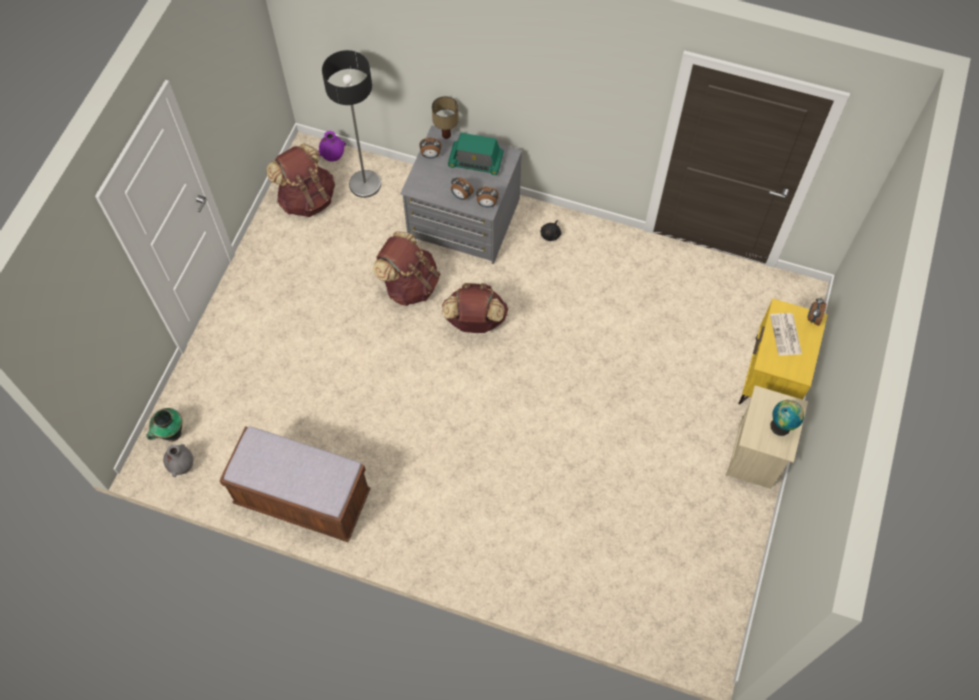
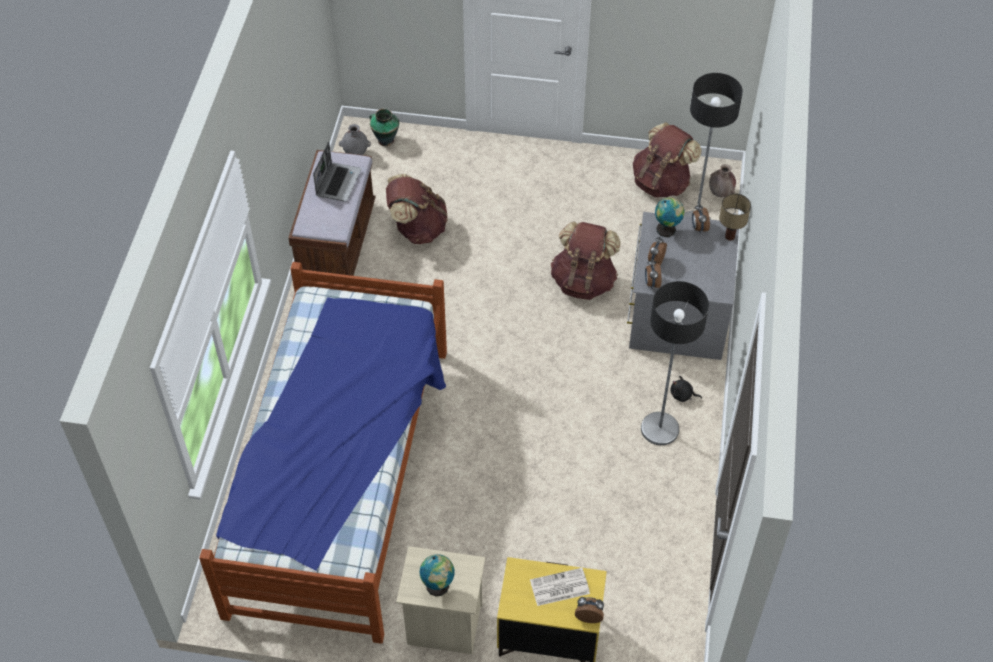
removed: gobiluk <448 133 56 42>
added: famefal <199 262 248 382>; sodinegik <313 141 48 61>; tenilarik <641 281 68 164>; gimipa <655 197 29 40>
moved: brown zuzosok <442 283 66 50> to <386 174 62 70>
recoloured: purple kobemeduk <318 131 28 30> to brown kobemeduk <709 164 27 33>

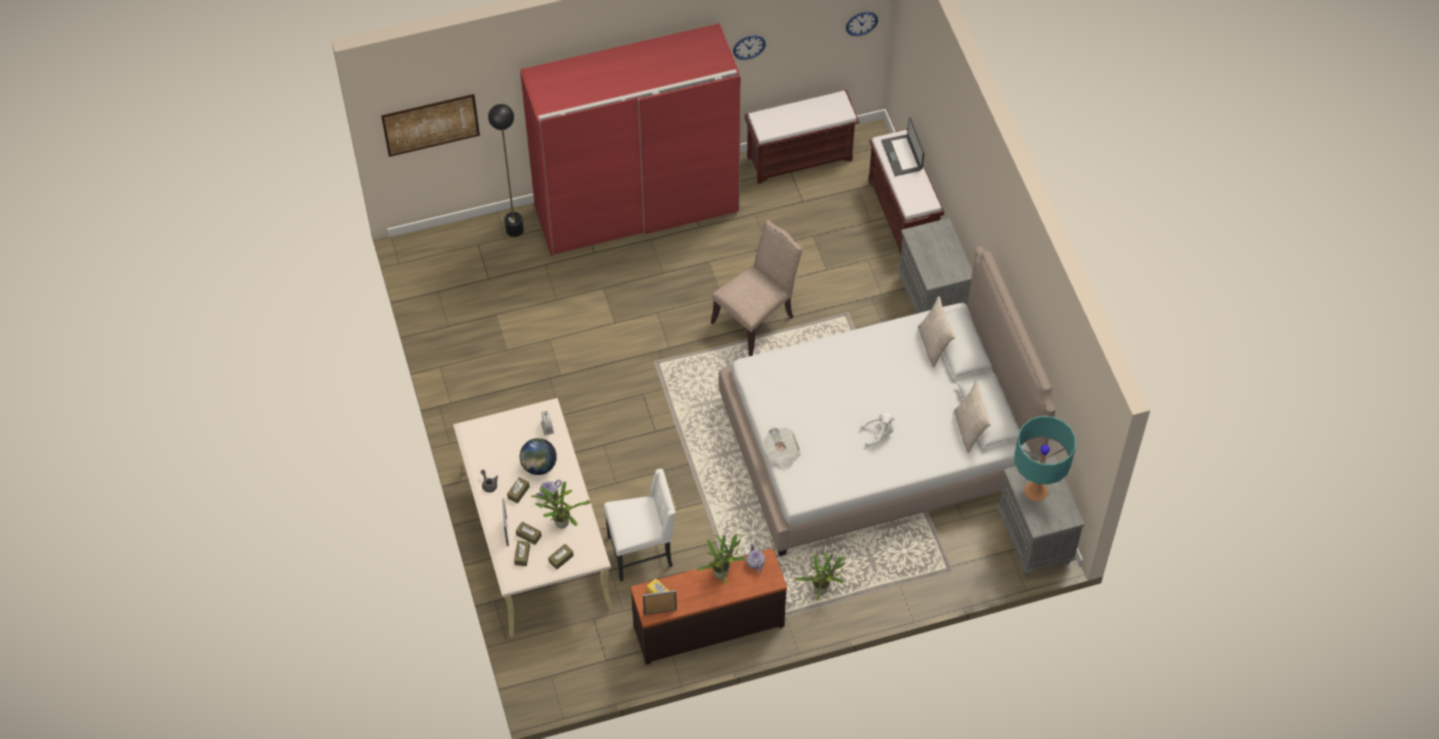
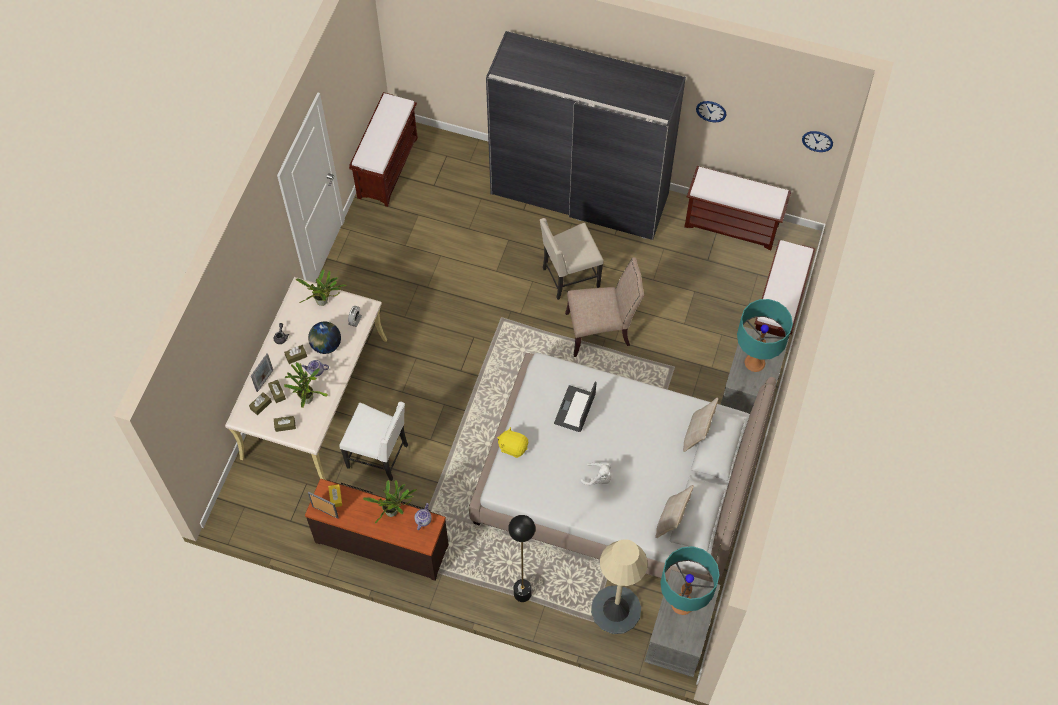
removed: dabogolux <381 94 99 63>
added: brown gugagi <349 92 69 115>; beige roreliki <540 218 64 82>; beige tenilarik <591 539 57 95>; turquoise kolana <737 299 56 73>
moved: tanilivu <795 552 51 48> to <296 269 51 37>; black tenilarik <488 104 36 133> to <508 515 27 87>; sodinegik <881 117 44 59> to <554 382 43 50>
replaced: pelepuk <763 427 38 43> to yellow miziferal <497 427 31 31>
recoloured: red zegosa <520 23 221 233> to grey zegosa <486 31 200 209>

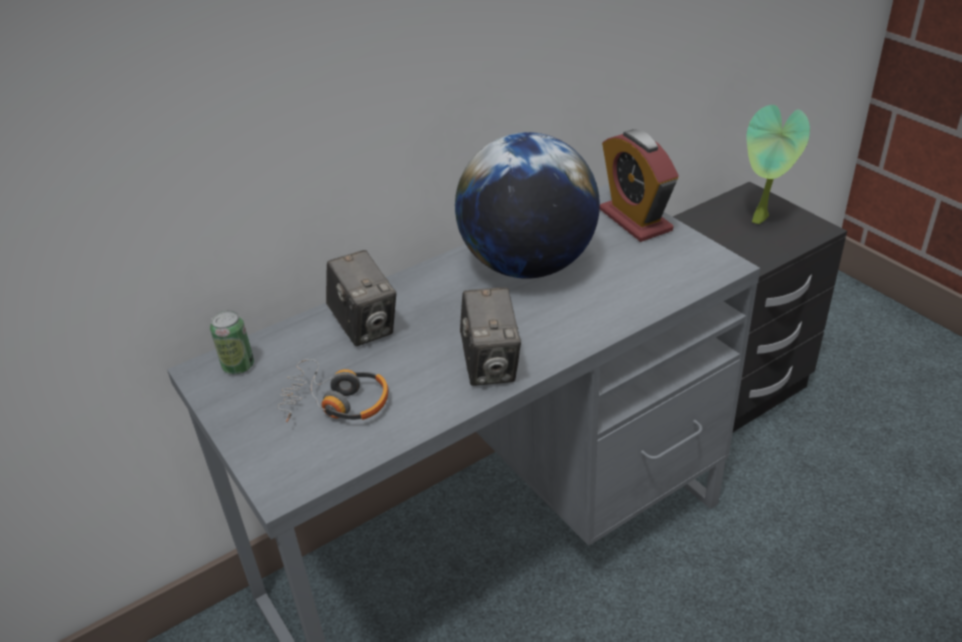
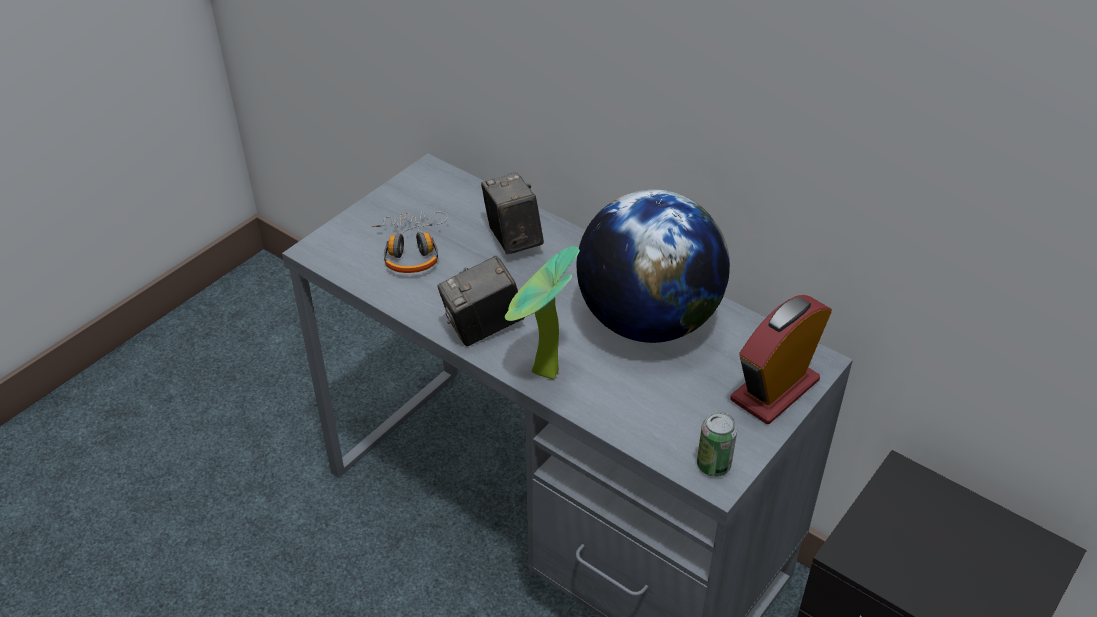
moved: tanilivu <747 105 63 119> to <505 246 75 133>; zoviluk <210 310 44 64> to <697 412 40 65>
turned: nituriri <326 250 70 96> = <481 172 63 83> 120 degrees clockwise

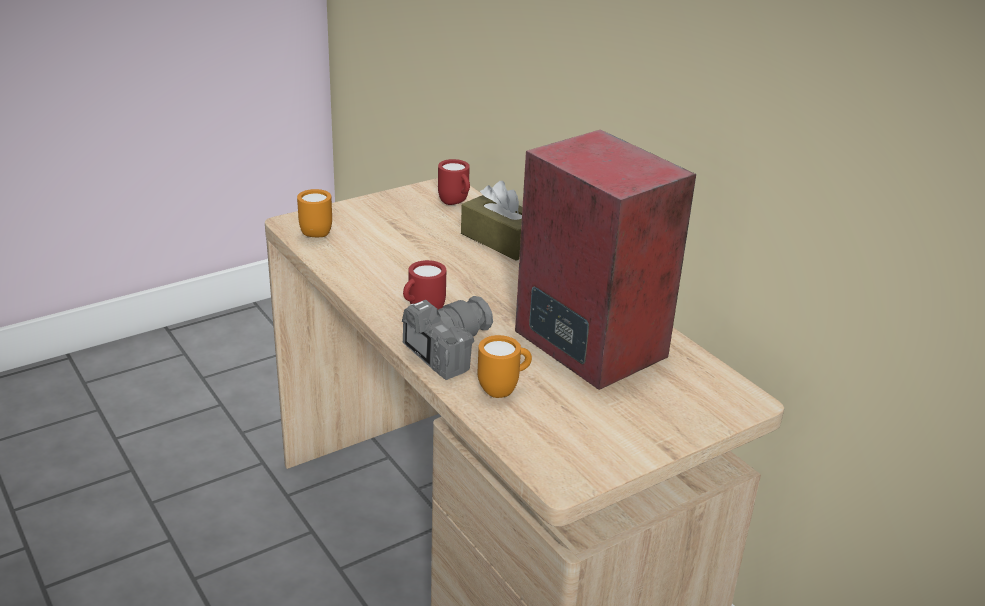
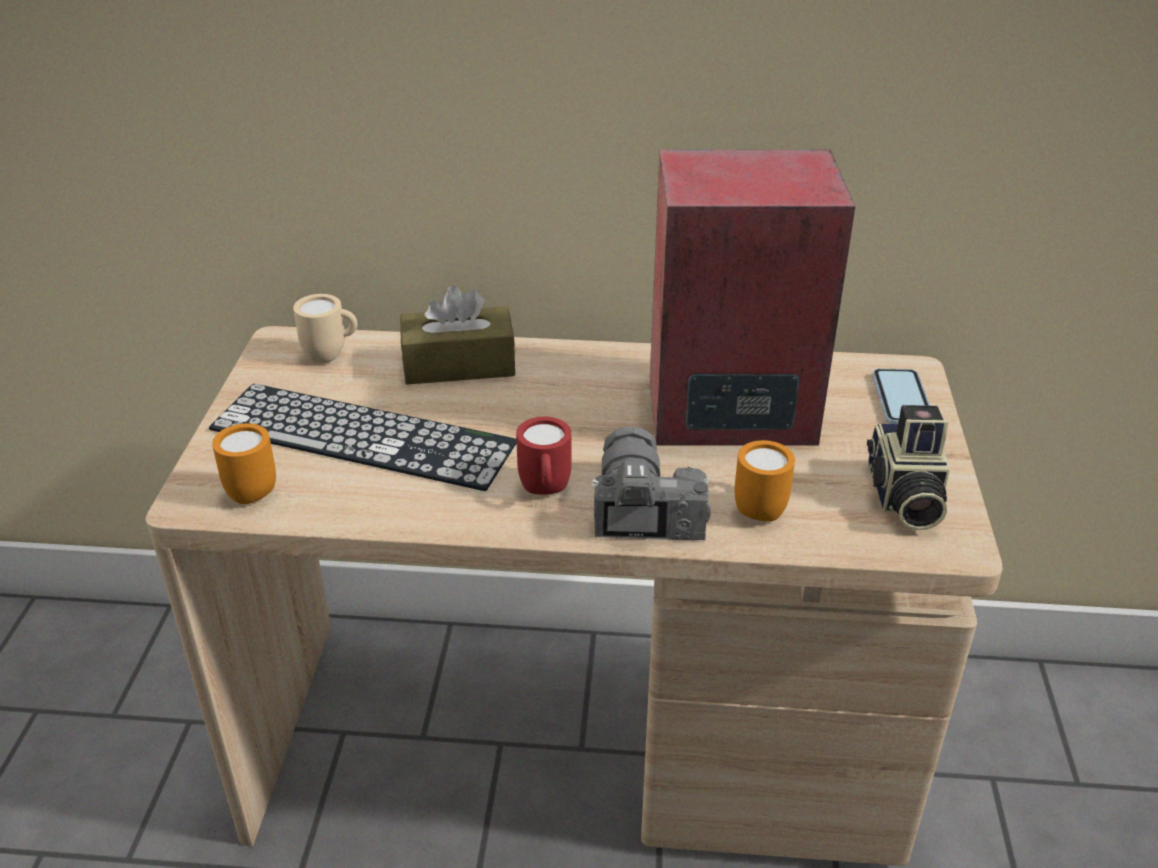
added: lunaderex <209 384 308 107>; nituriri <867 405 83 125>; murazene <872 369 58 55>
recoloured: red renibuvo <438 159 32 46> to beige renibuvo <293 294 65 69>

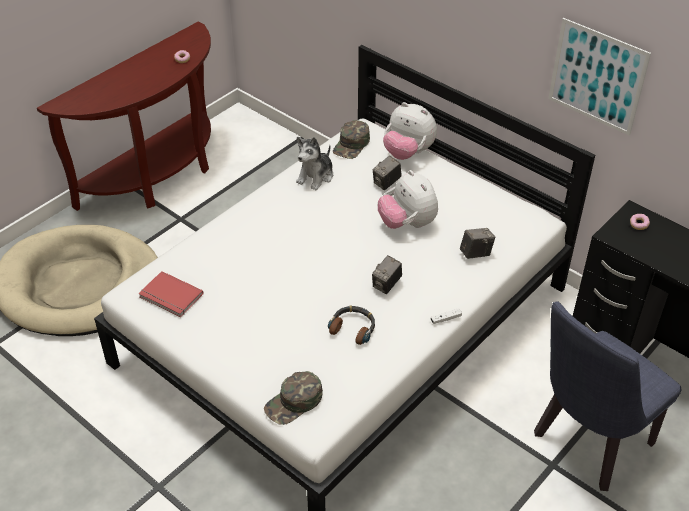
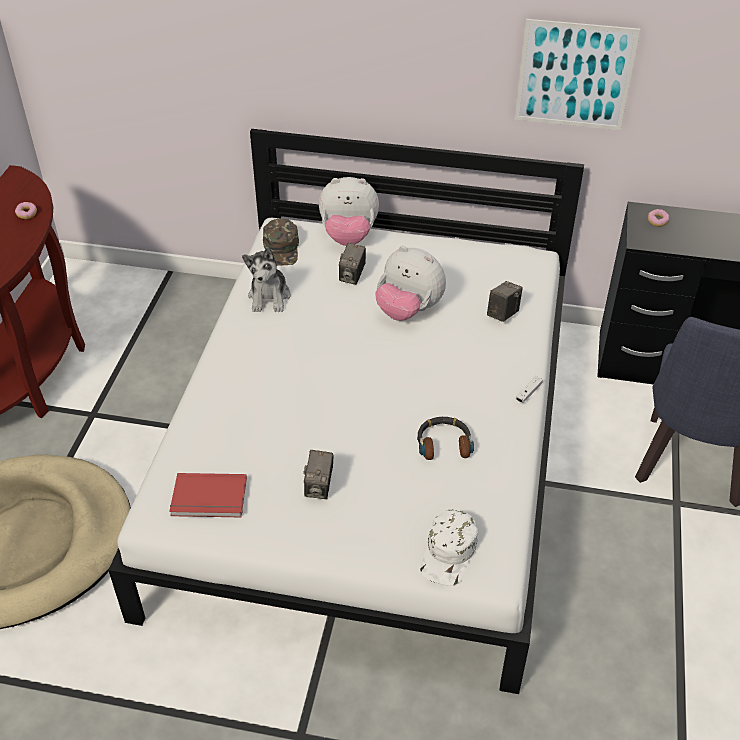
moved: nituriri <372 255 30 39> to <304 450 29 49>
recoloured: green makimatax <264 371 59 54> to white makimatax <420 510 58 76>

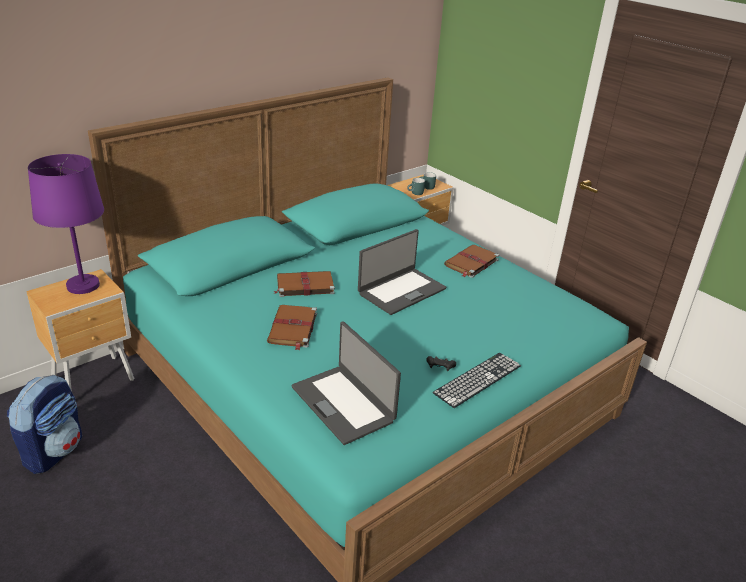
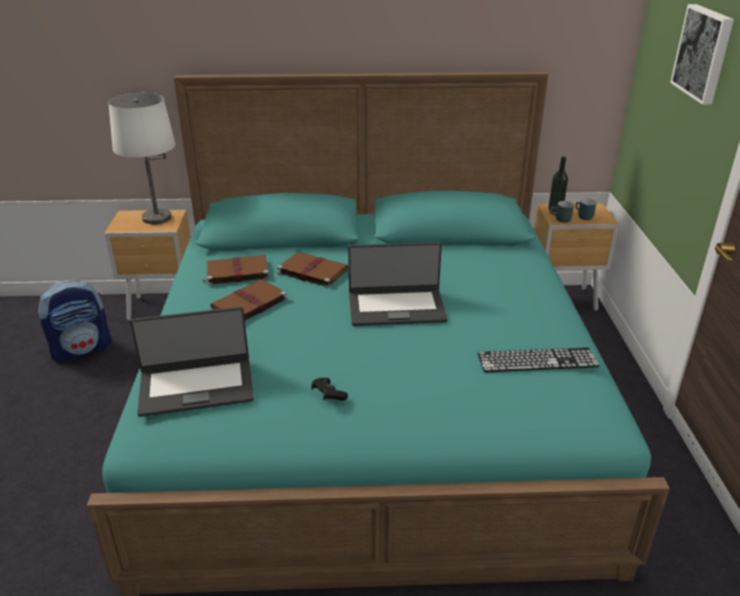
added: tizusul <548 156 20 57>; dabogolux <670 4 64 101>
moved: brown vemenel <444 245 55 33> to <203 255 66 30>; lunaderex <432 353 89 55> to <478 347 122 26>
recoloured: purple kolana <28 154 76 140> to white kolana <108 93 68 131>
turned: sodinegik <291 321 110 124> = <130 307 124 110> 105 degrees counterclockwise

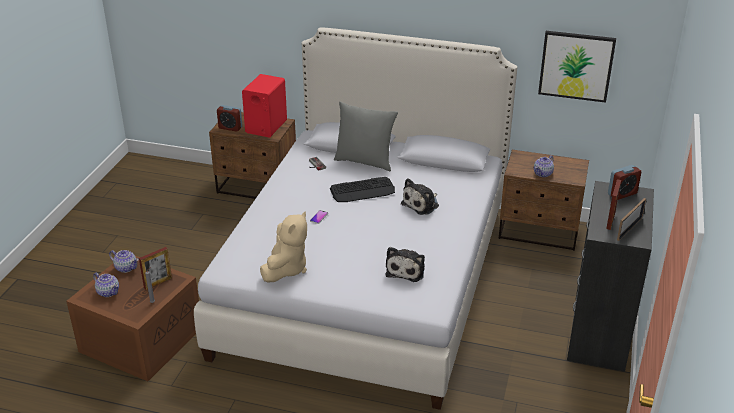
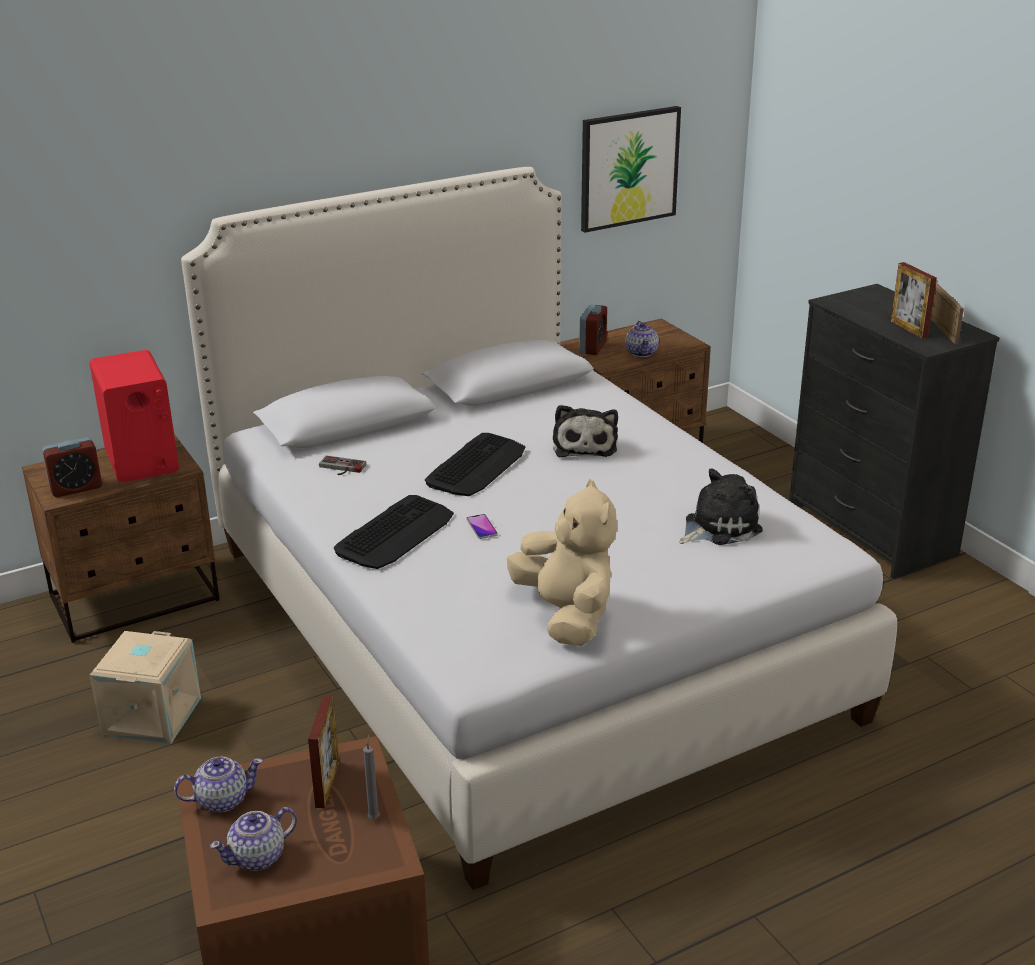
removed: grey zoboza <334 102 64 69>
added: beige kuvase <90 631 111 113>; lunaderex <334 495 120 74>
moved: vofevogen <608 165 33 35> to <579 304 28 51>
turned: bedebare <93 273 26 24> = <210 807 87 64> 150 degrees clockwise; miziferal <385 247 40 35> = <679 468 84 77> 90 degrees counterclockwise

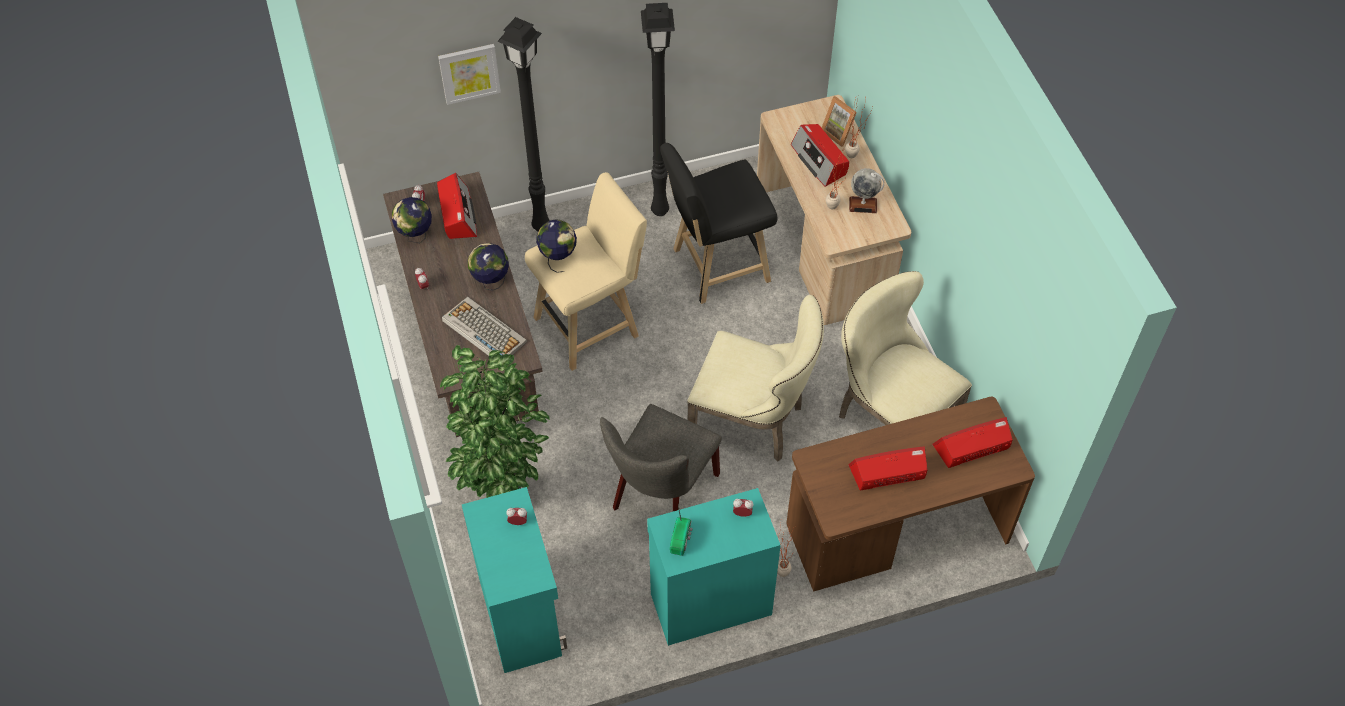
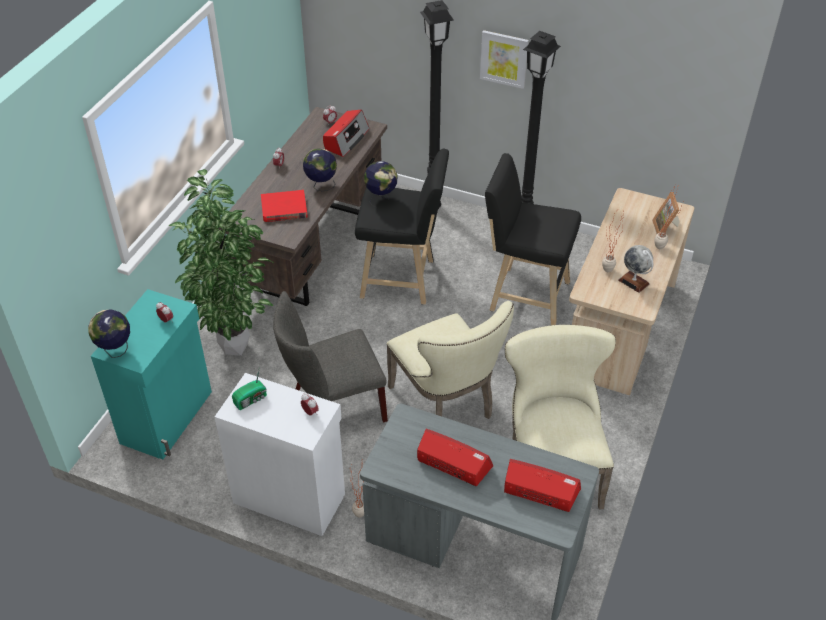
removed: gobiluk <791 124 58 63>
moved: gimipa <392 197 40 46> to <88 309 42 49>; dabogolux <438 44 63 61> to <480 30 49 59>
replaced: lunaderex <442 297 85 59> to red vemenel <261 190 47 32>
recoloured: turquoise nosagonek <647 488 134 158> to white nosagonek <215 373 130 163>; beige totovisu <525 172 122 199> to black totovisu <355 149 94 156>; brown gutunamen <786 397 249 195> to grey gutunamen <360 404 239 216>

